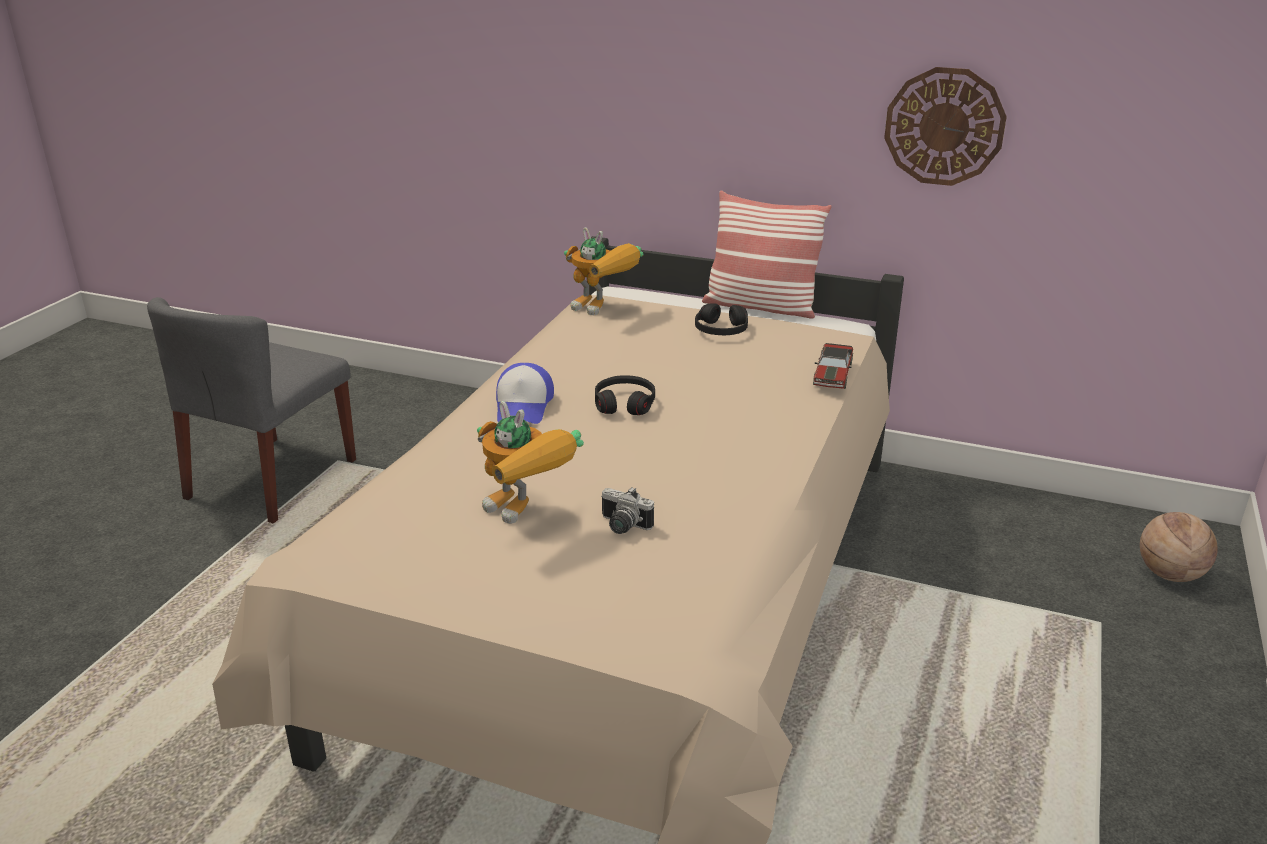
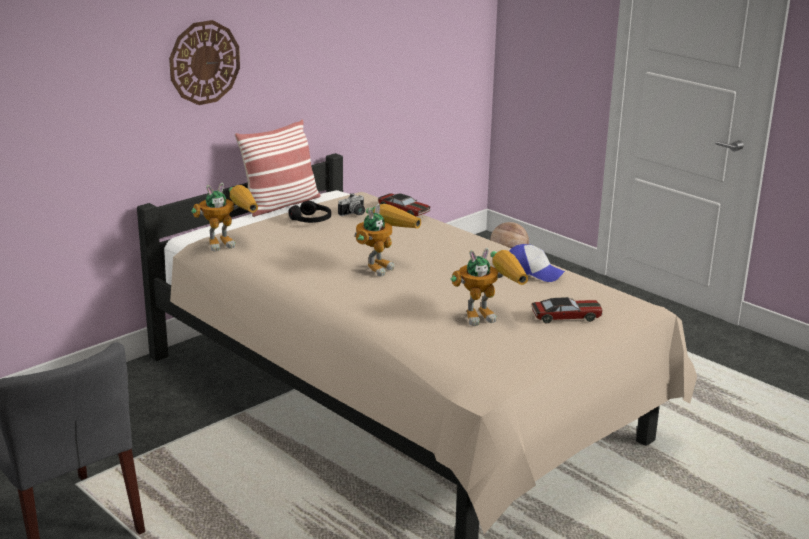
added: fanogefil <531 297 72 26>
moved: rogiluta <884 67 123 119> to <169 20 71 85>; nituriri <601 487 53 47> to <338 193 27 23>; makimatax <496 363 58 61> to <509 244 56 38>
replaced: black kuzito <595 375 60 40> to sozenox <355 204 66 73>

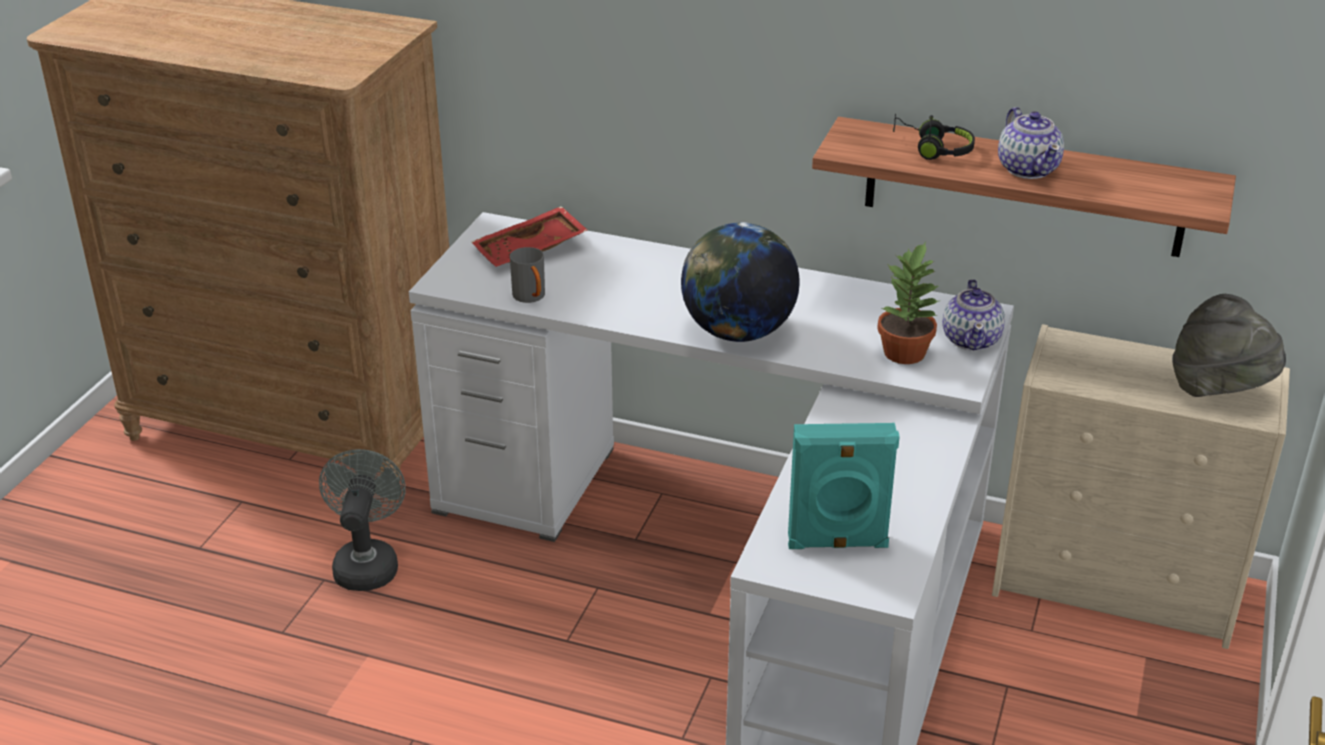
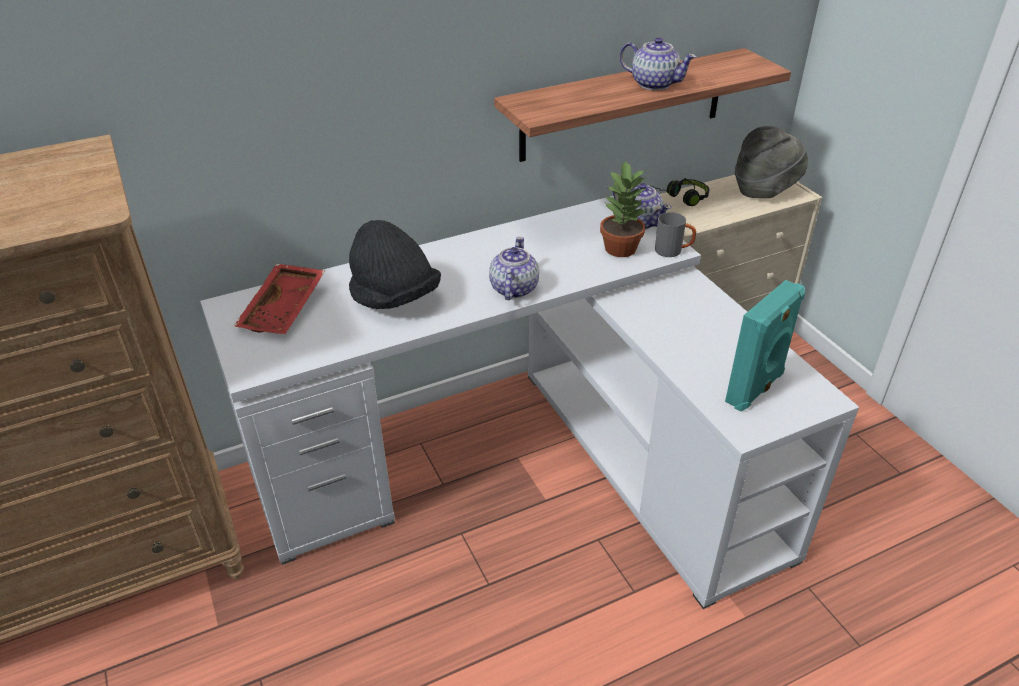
removed: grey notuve <319 449 87 142>
added: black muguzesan <349 220 92 89>
moved: black kuzito <893 113 82 47> to <651 178 58 28>; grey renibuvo <510 247 35 56> to <655 212 41 45>
replaced: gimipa <681 222 119 120> to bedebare <489 237 50 63>

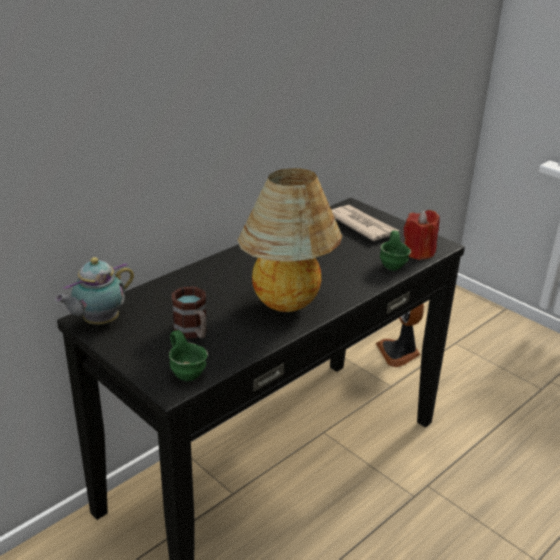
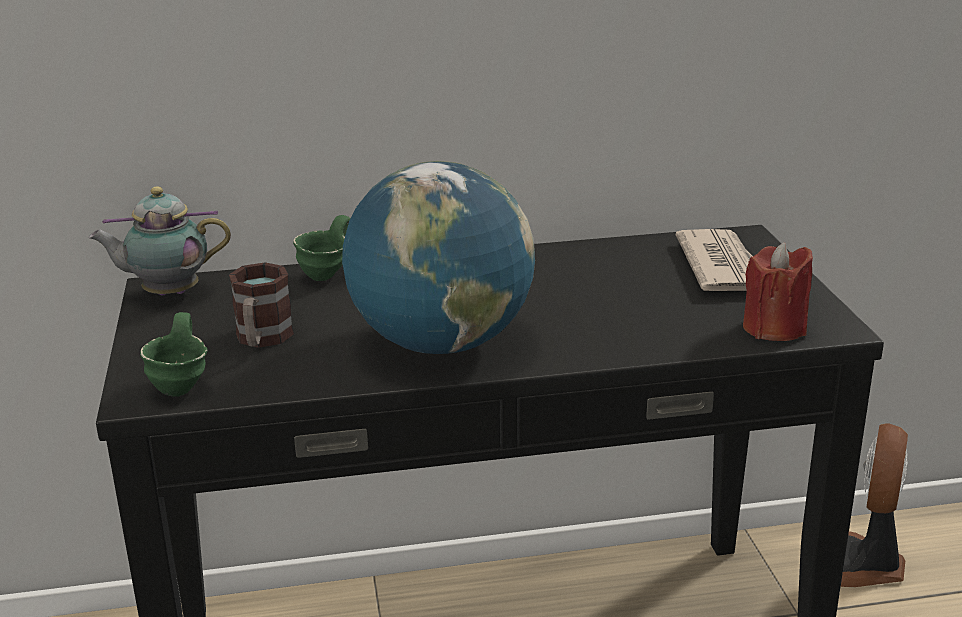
moved: green renibuvo <380 230 31 41> to <293 215 58 66>
replaced: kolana <237 168 105 144> to gimipa <342 161 193 193>

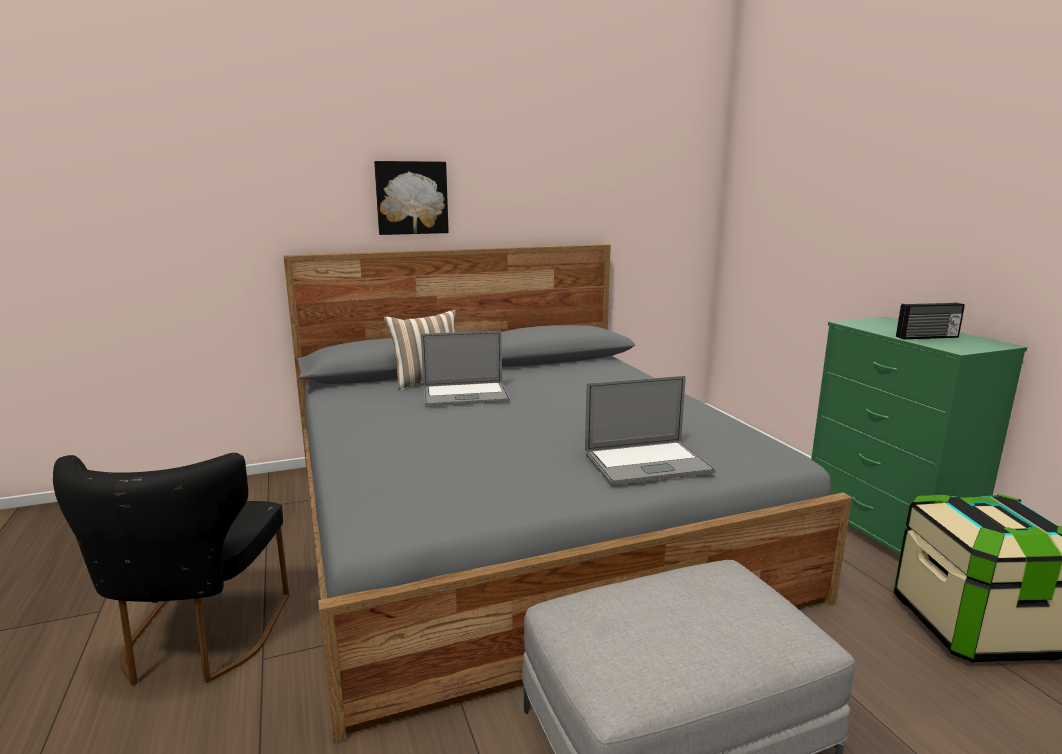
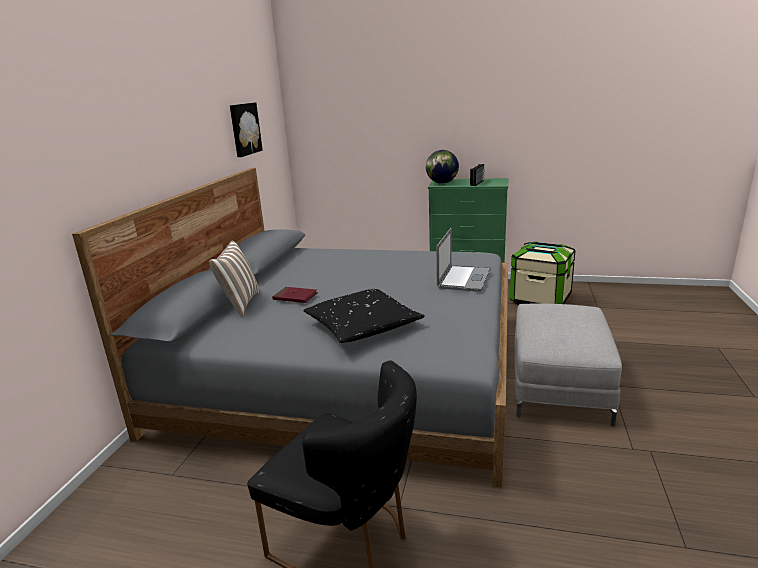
added: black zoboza <303 289 122 54>; gimipa <426 150 33 34>
moved: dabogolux <374 161 75 74> to <230 102 33 55>
replaced: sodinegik <421 331 89 75> to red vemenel <272 287 46 16>

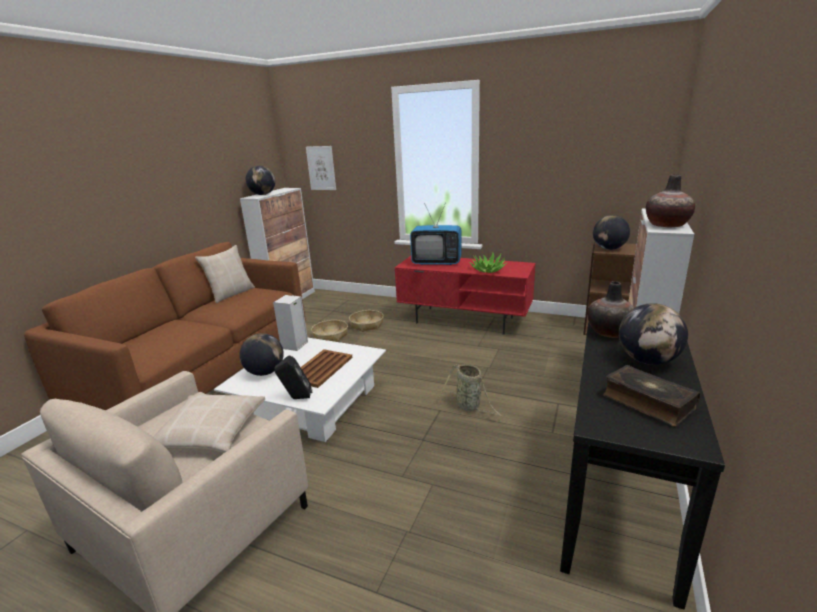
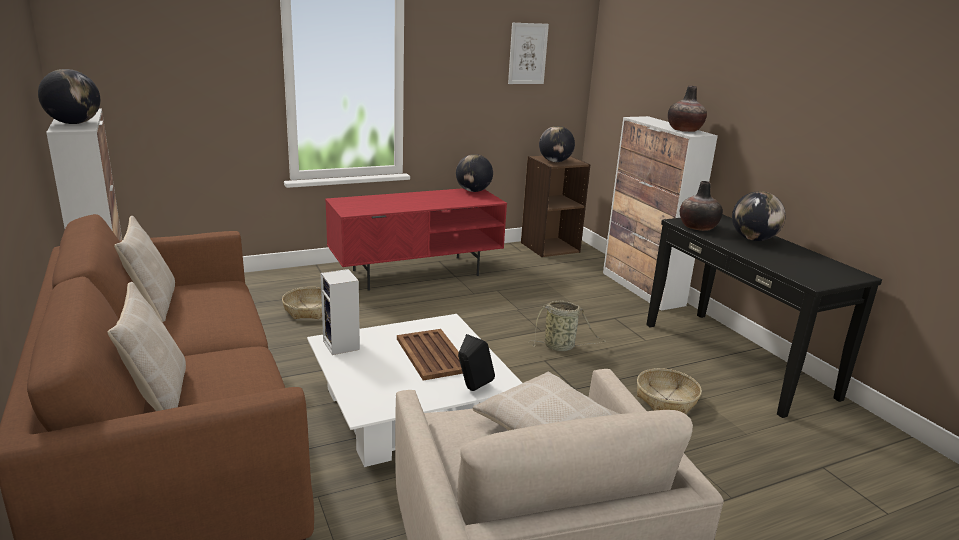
removed: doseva <410 203 51 62>; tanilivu <469 253 39 20>; vemenel <603 365 97 61>
added: beige zoboza <107 282 79 129>
moved: gimipa <239 333 45 43> to <456 154 37 38>; dabogolux <306 146 30 44> to <508 23 41 61>; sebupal <311 320 37 22> to <637 368 65 46>

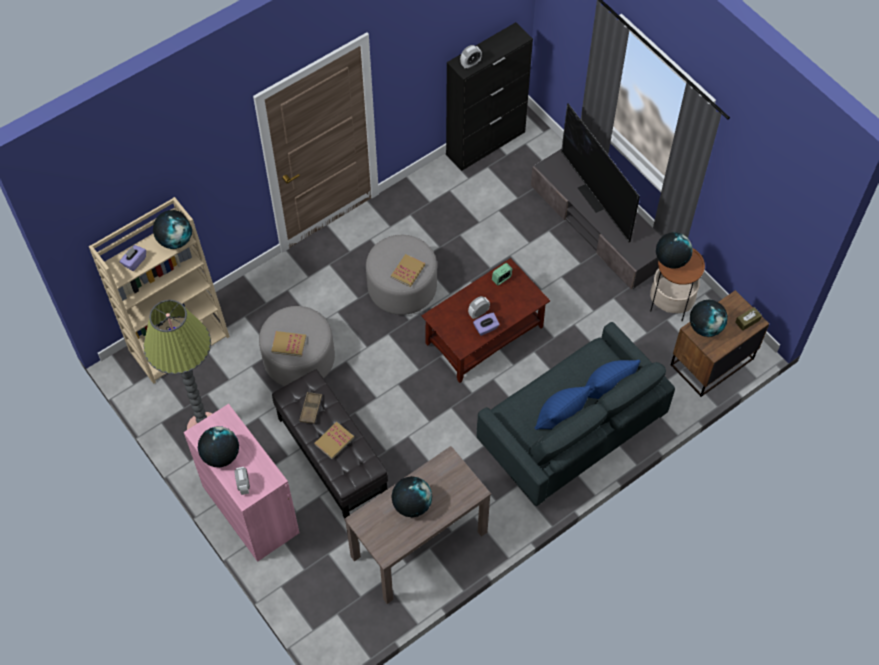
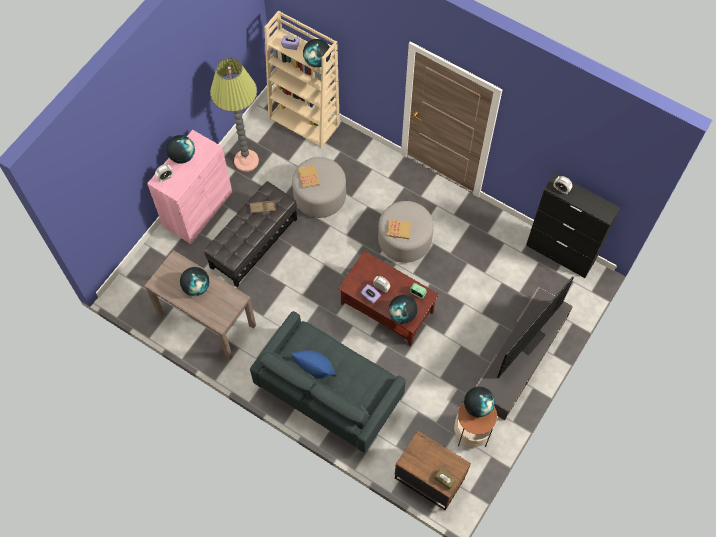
removed: vemenel <314 422 40 37>; blue zoboza <586 360 54 39>
moved: gimipa <690 300 38 37> to <389 295 29 29>

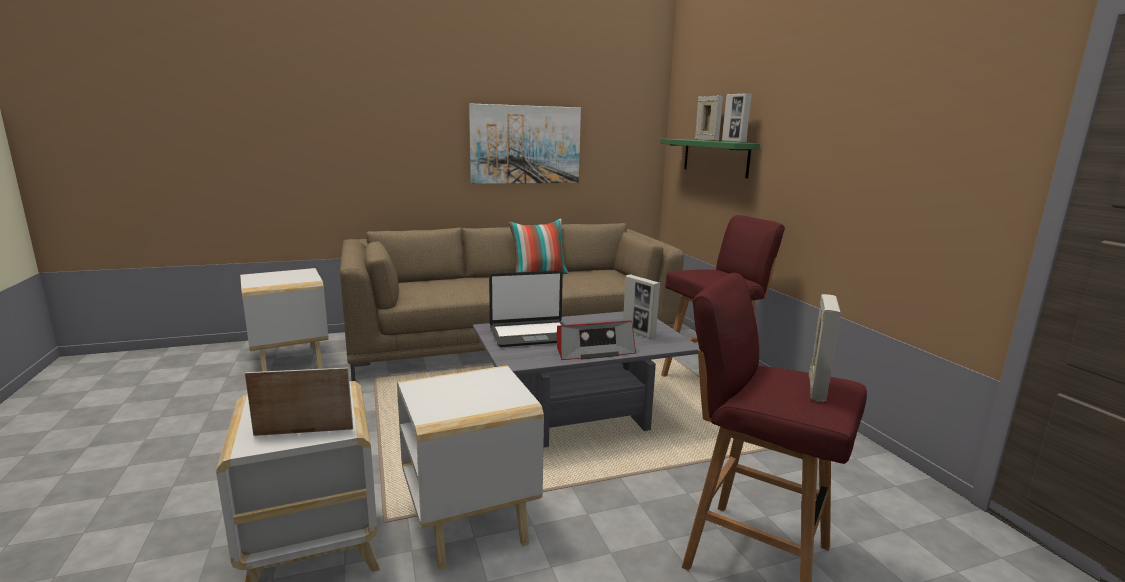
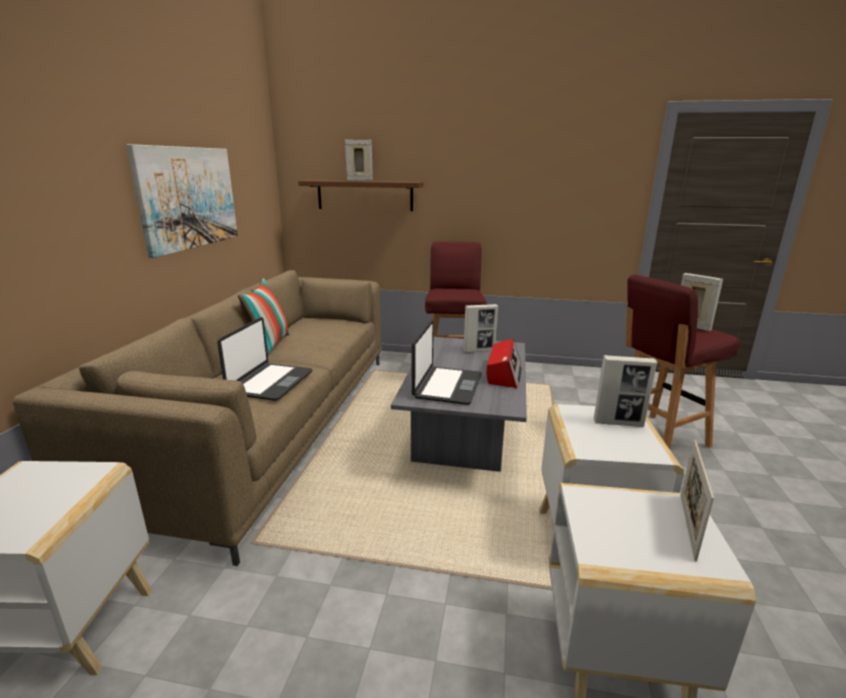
added: sodinegik <217 317 95 84>
moved: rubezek <722 93 30 50> to <594 355 63 72>
recoloured: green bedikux <660 139 100 39> to brown bedikux <298 180 126 31>

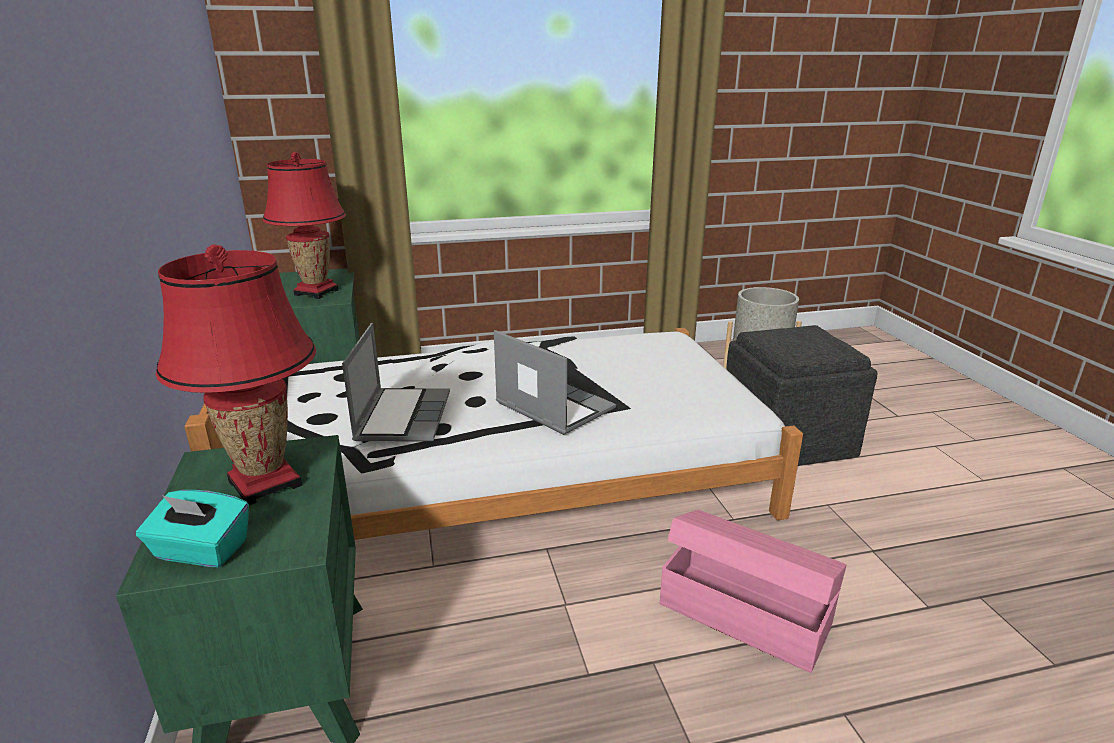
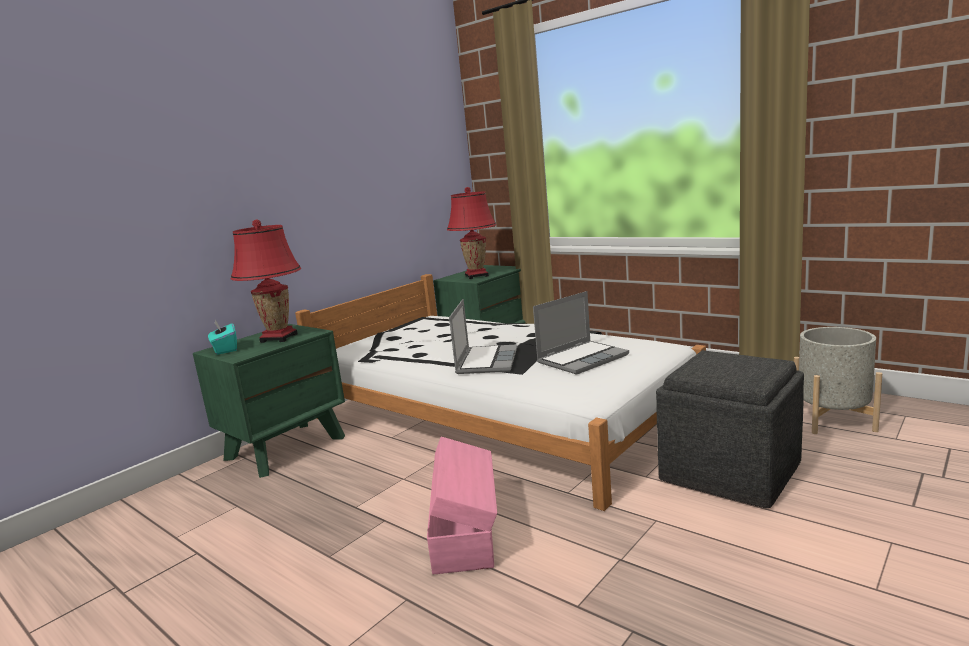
moved: sodinegik <342 323 108 119> to <533 291 96 84>

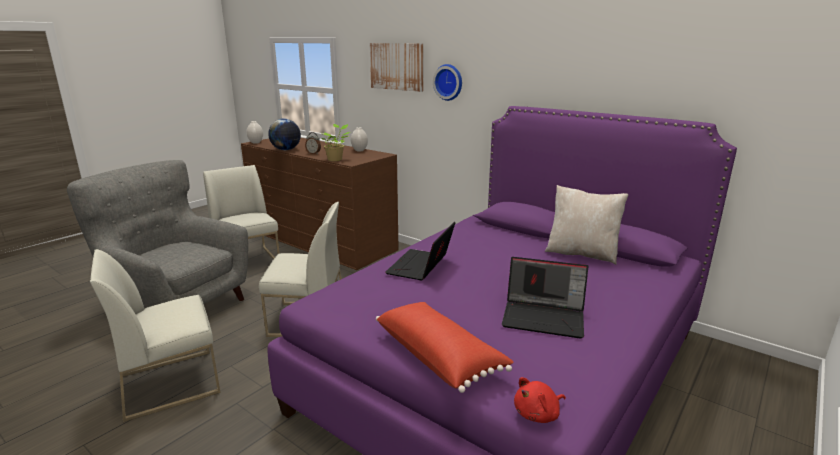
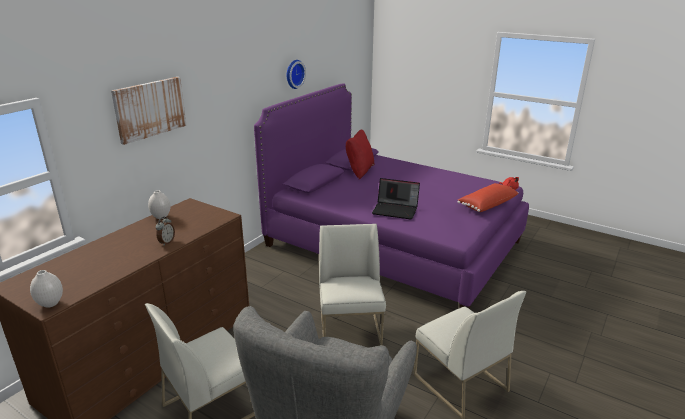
removed: gimipa <268 119 33 31>; tanilivu <320 124 30 37>; sodinegik <502 257 86 82>
moved: rogiluta <433 64 29 37> to <287 60 19 29>
recoloured: beige zoboza <545 185 84 80> to red zoboza <346 129 28 50>

